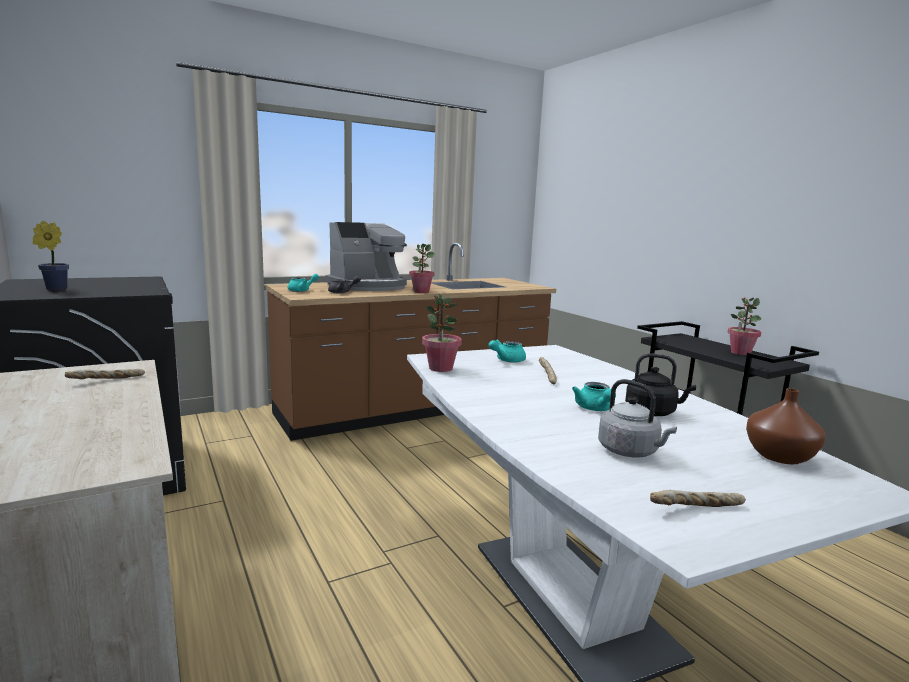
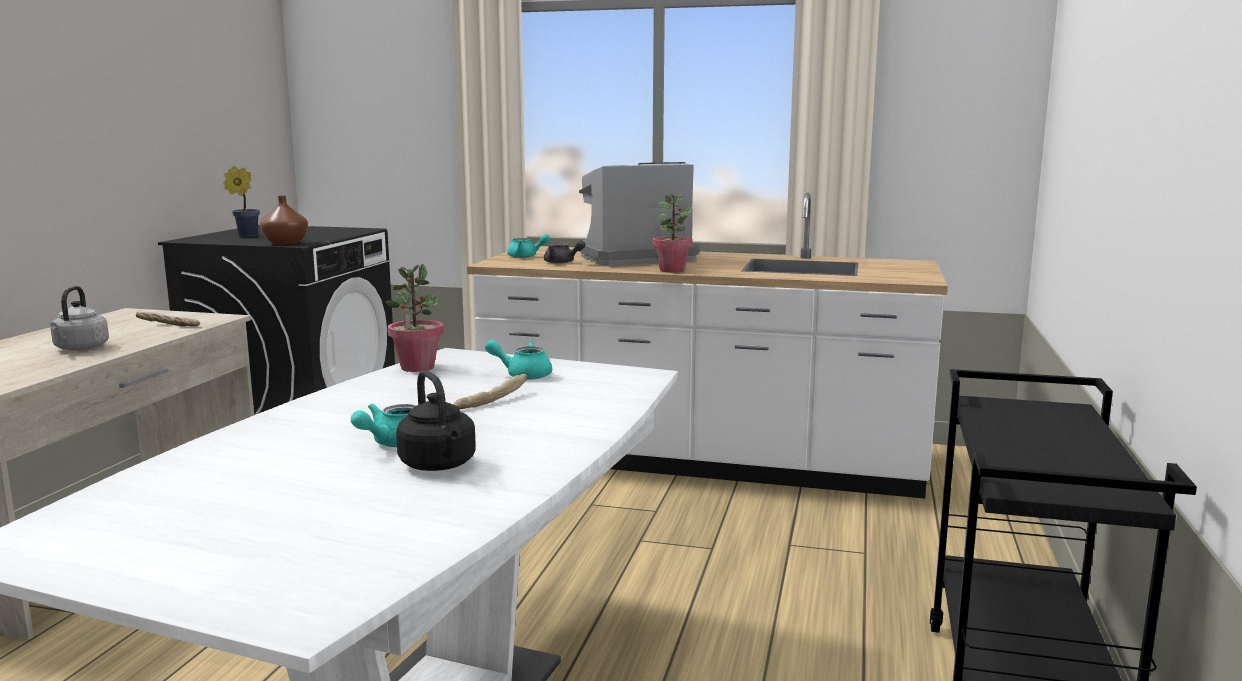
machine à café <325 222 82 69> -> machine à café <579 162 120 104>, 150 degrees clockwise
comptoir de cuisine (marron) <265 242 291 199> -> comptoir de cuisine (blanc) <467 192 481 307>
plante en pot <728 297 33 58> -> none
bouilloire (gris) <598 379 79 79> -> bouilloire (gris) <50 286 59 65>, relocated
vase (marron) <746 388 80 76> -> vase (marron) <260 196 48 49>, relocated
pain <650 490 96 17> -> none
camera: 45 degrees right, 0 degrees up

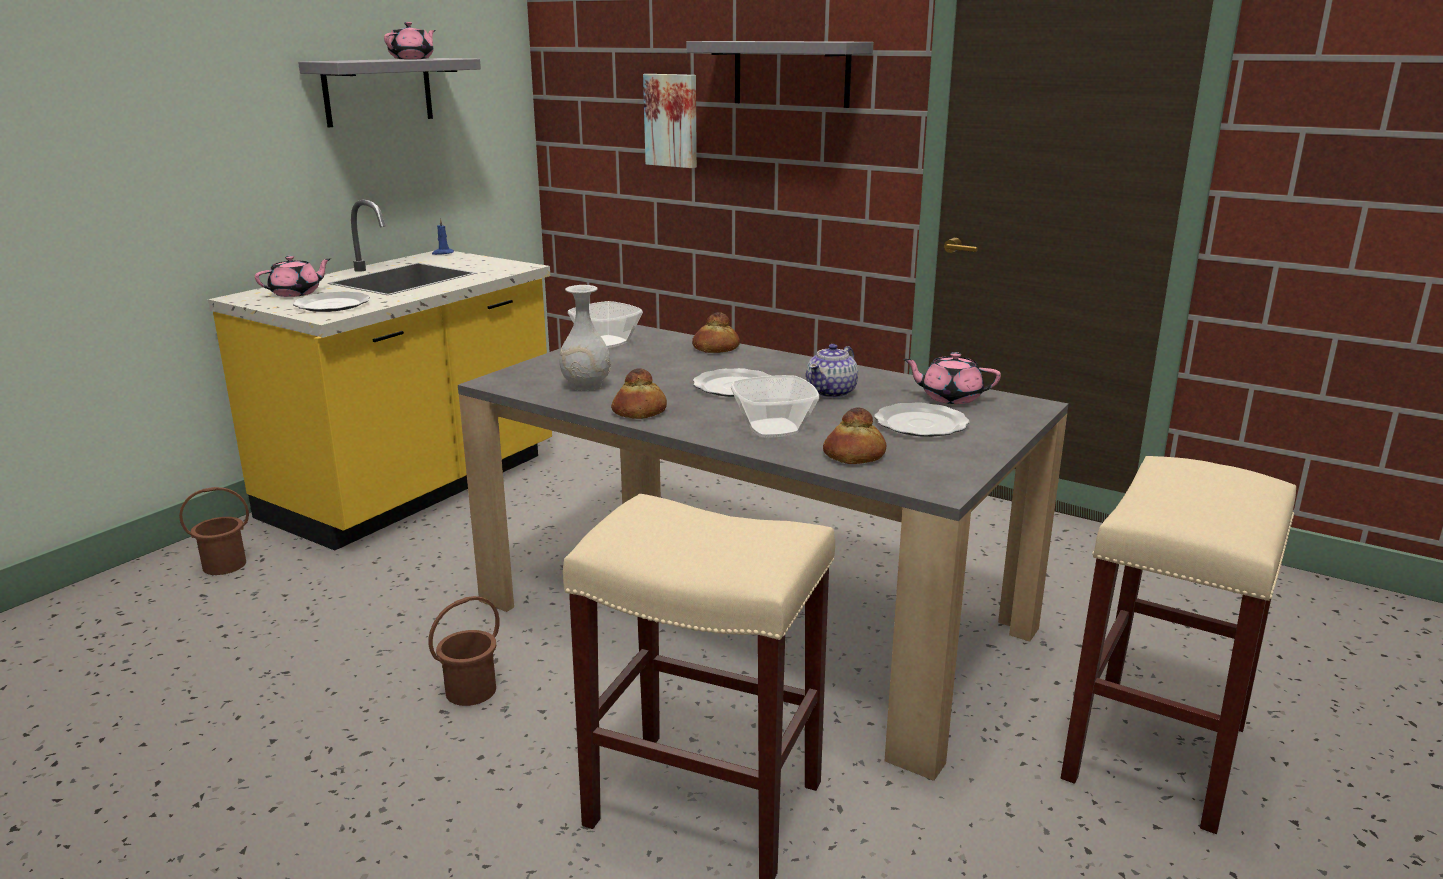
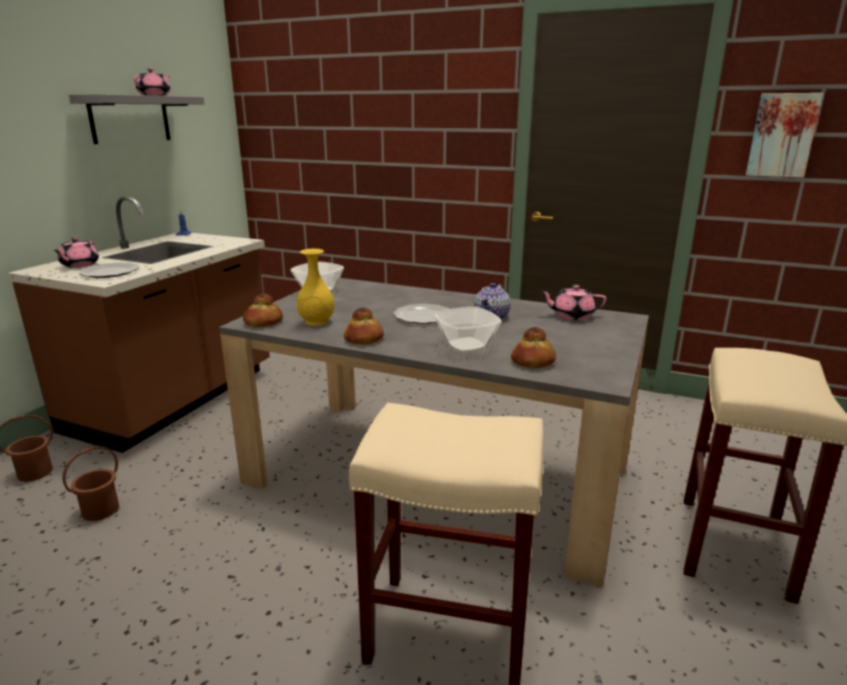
étagère (gris) <686 41 187 67> -> none
tableau <643 74 54 94> -> tableau <746 93 77 85>, relocated
comptoir de cuisine (jaune) <208 199 344 352> -> comptoir de cuisine (marron) <8 196 262 257>
théière (rose) <255 256 76 41> -> théière (rose) <54 237 45 31>, 150 degrees clockwise
vase (blanc) <559 285 52 106> -> vase (jaune) <297 249 38 77>
pain <692 312 48 41> -> pain <243 293 40 34>, relocated
assiette <874 402 96 35> -> none
seau (marron) <428 596 72 110> -> seau (marron) <62 446 57 75>, relocated
camera: 10 degrees left, 0 degrees up

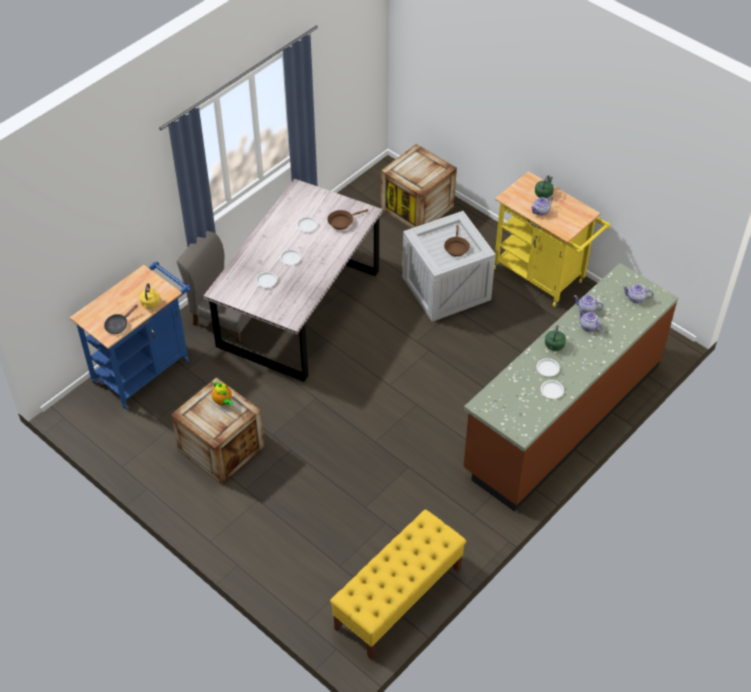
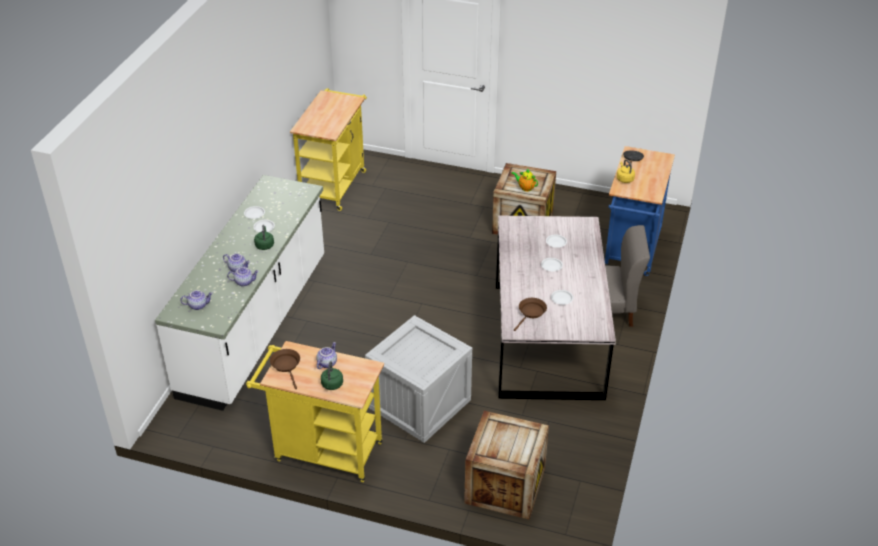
poêle (marron) <444 225 26 32> -> poêle (marron) <270 349 30 40>, relocated
comptoir de cuisine (marron) <464 263 214 249> -> comptoir de cuisine (blanc) <155 175 169 236>
banc (jaune) <330 510 136 150> -> chariot (jaune) <290 88 77 123>
camera: 155 degrees right, 10 degrees down

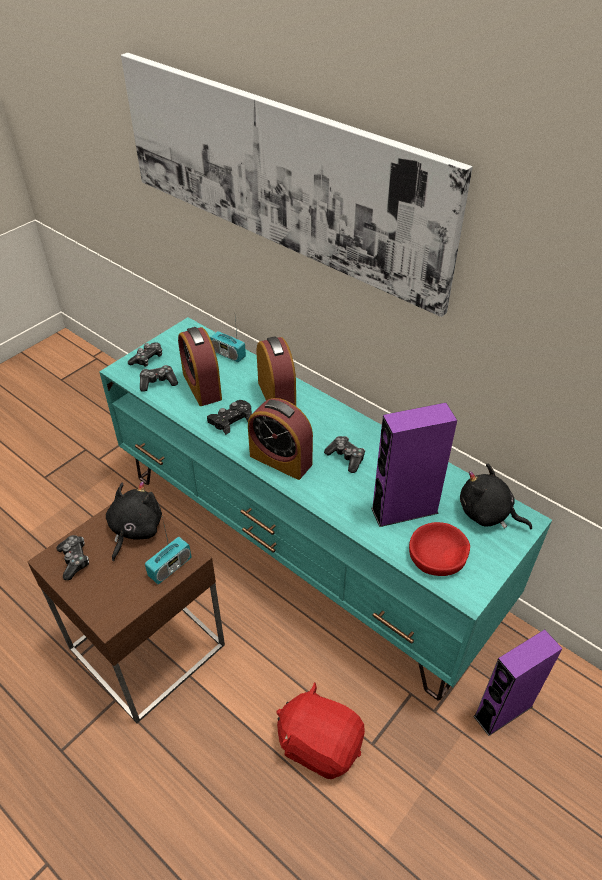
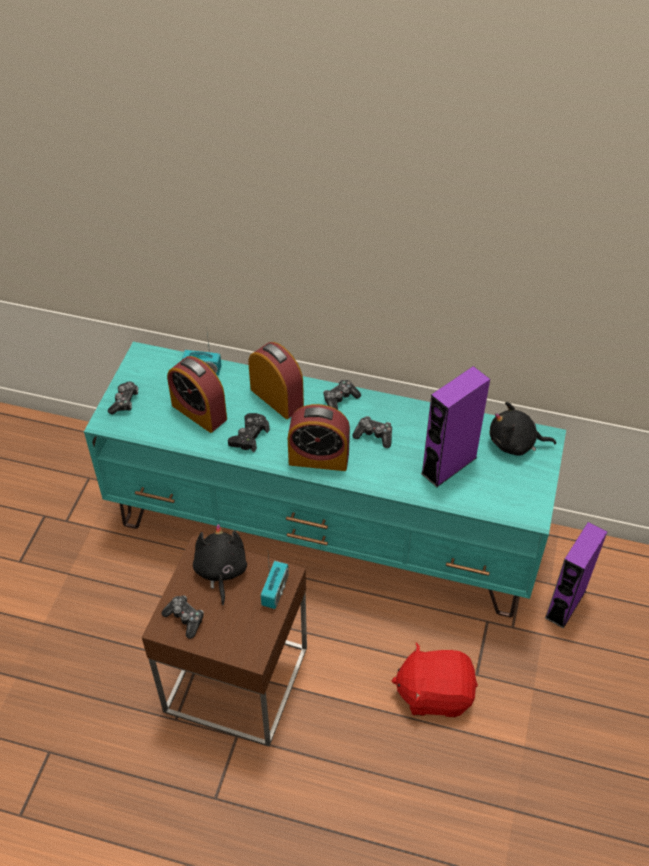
tableau <121 53 352 264> -> none
manette <140 365 38 27> -> manette <323 380 38 30>, relocated
bol (rouge) <409 522 61 54> -> none
camera: 25 degrees left, 5 degrees up

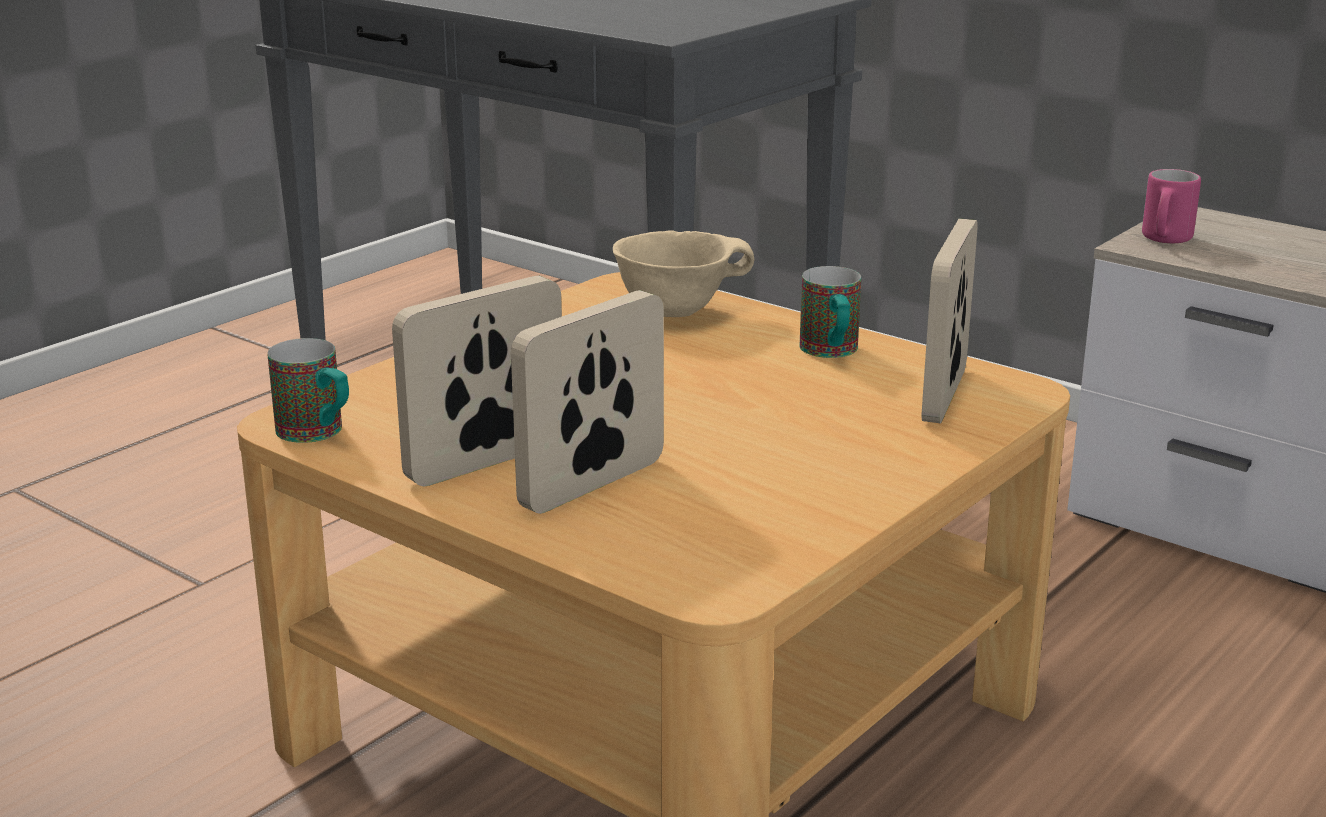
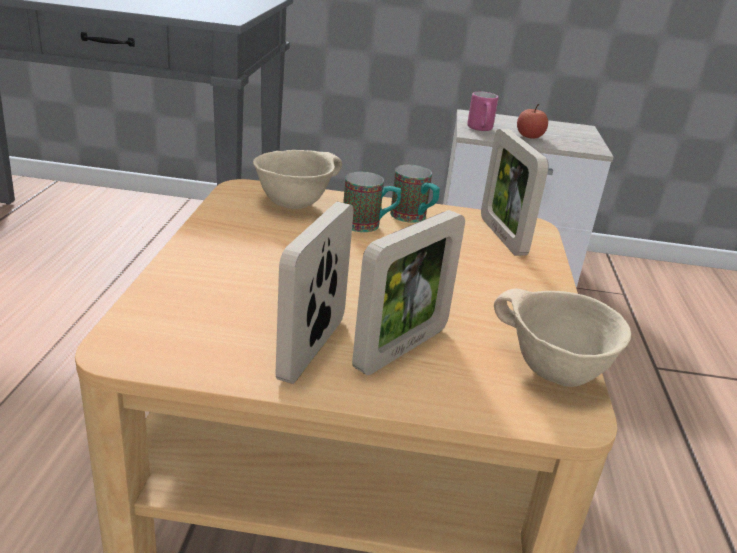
cadre photo <511 290 153 224> -> cadre photo <352 210 113 165>, 150 degrees counterclockwise
mug <268 338 81 105> -> mug <343 172 58 60>, relocated
none -> pomme <517 104 31 34>
none -> bol (beige) <494 289 137 98>
camera: 35 degrees left, 5 degrees up

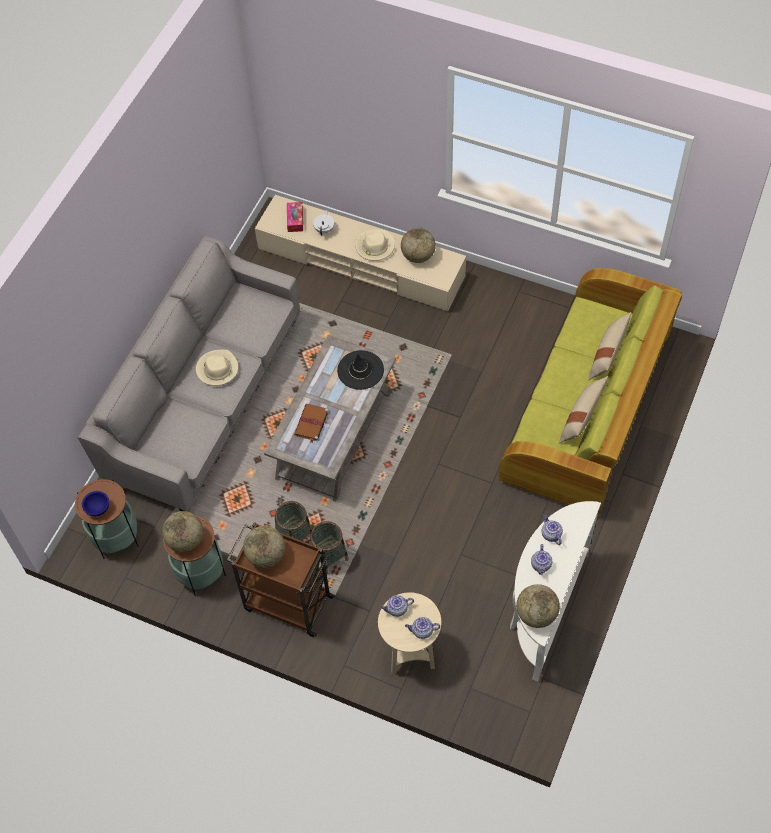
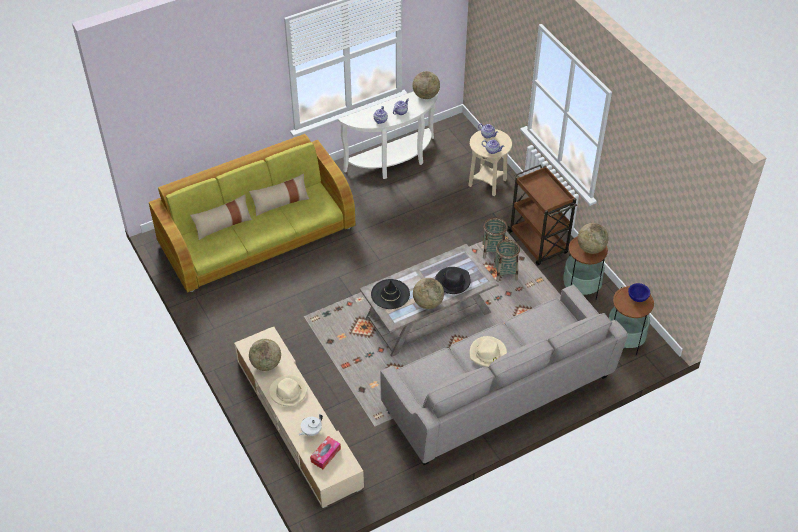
livre (marron) <294 404 35 39> -> chapeau (noir) <435 267 36 27>
globe <243 526 42 42> -> globe <413 278 31 31>, relocated
camera: 145 degrees left, 10 degrees down

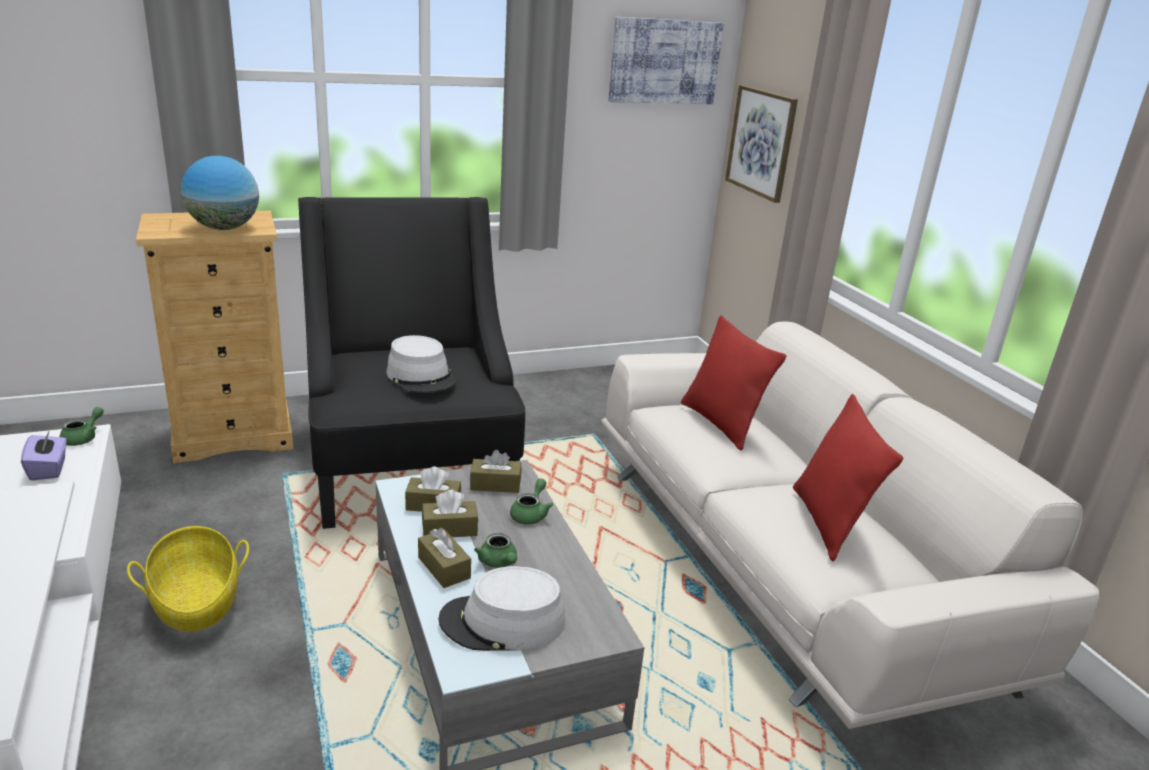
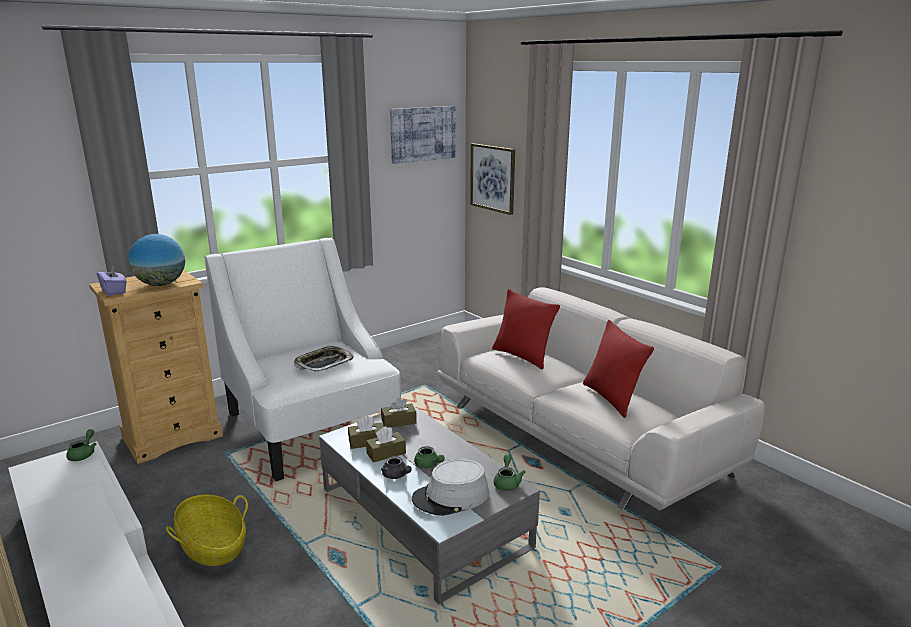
fauteuil (noir) <298 197 227 332> -> fauteuil (blanc) <205 238 196 244>
chapeau (gris) <386 335 70 58> -> plateau <294 345 60 27>
boîte à mouchoirs (violet) <21 430 46 51> -> boîte à mouchoirs (violet) <97 264 30 32>, relocated
théière (vert) <510 478 43 47> -> théière (vert) <494 455 31 36>, relocated
boîte à mouchoirs (marron) <418 528 53 60> -> théière (gris) <381 456 31 23>
camera: 15 degrees left, 5 degrees down

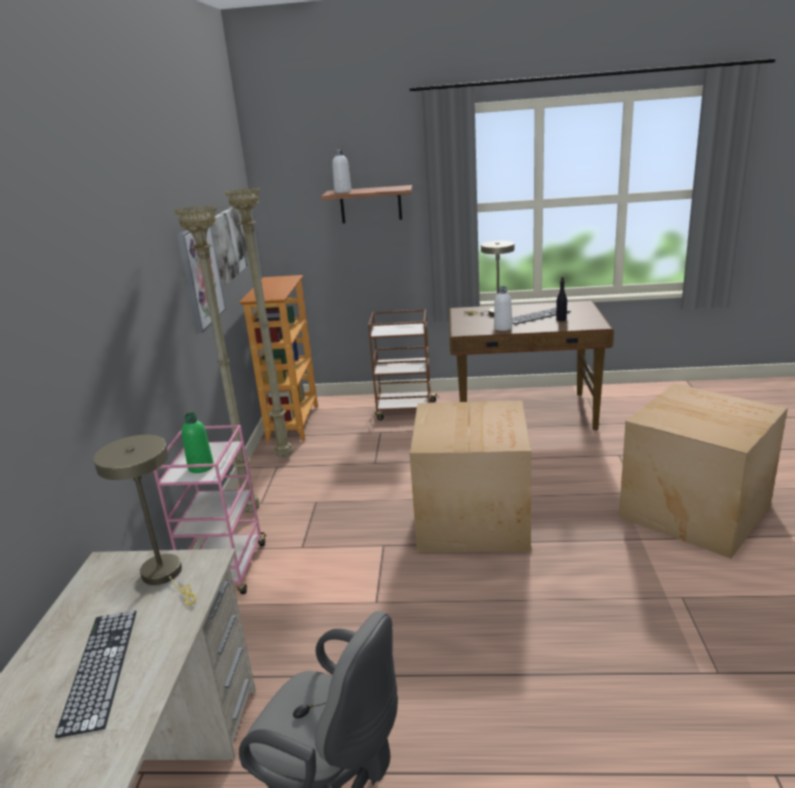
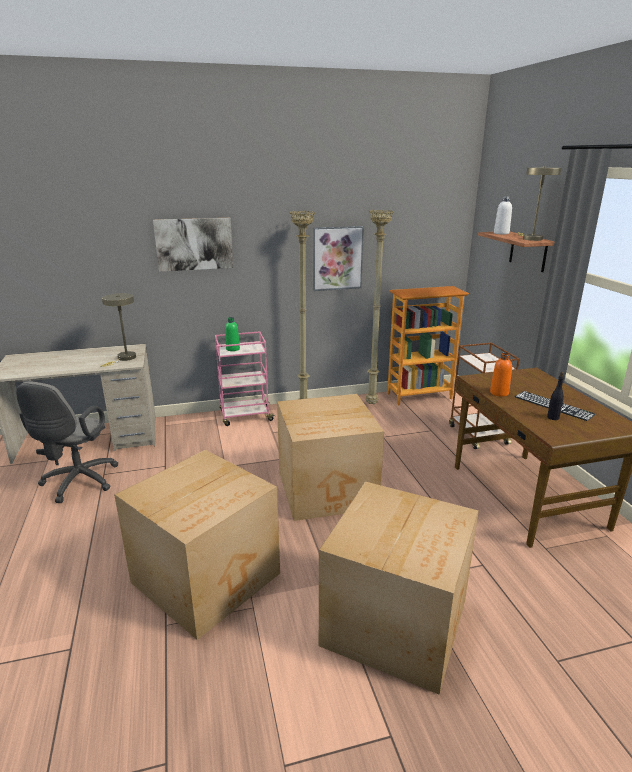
tableau <211 207 39 78> -> tableau <153 218 80 54>, relocated
lampe de table (beige) <463 241 51 75> -> lampe de table (beige) <518 166 43 75>, relocated
bouteille (blanc) <494 286 18 45> -> bouteille (orange) <490 352 22 45>
clavier <55 610 82 128> -> none
none -> carton <114 450 166 190>
camera: 70 degrees right, 0 degrees up

